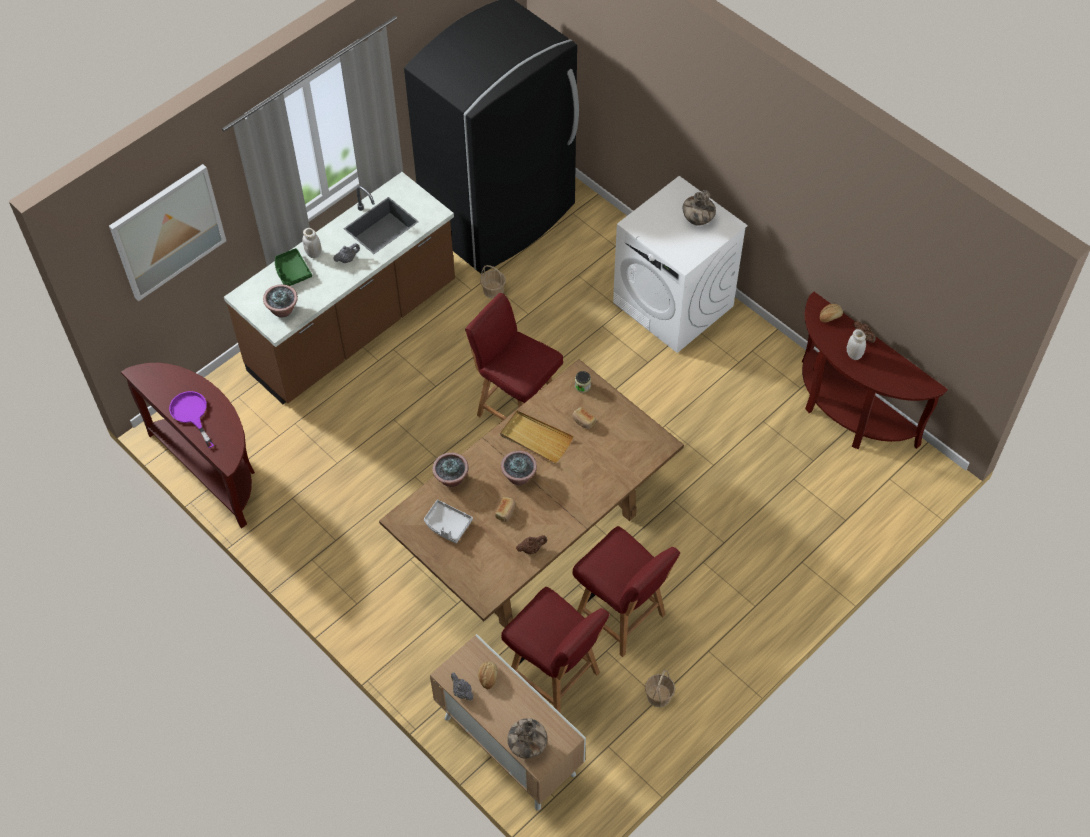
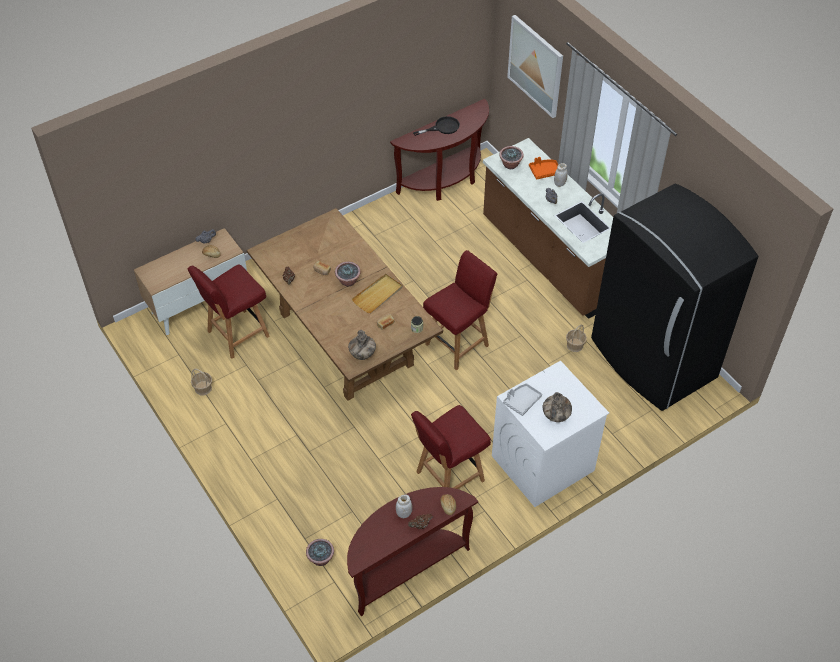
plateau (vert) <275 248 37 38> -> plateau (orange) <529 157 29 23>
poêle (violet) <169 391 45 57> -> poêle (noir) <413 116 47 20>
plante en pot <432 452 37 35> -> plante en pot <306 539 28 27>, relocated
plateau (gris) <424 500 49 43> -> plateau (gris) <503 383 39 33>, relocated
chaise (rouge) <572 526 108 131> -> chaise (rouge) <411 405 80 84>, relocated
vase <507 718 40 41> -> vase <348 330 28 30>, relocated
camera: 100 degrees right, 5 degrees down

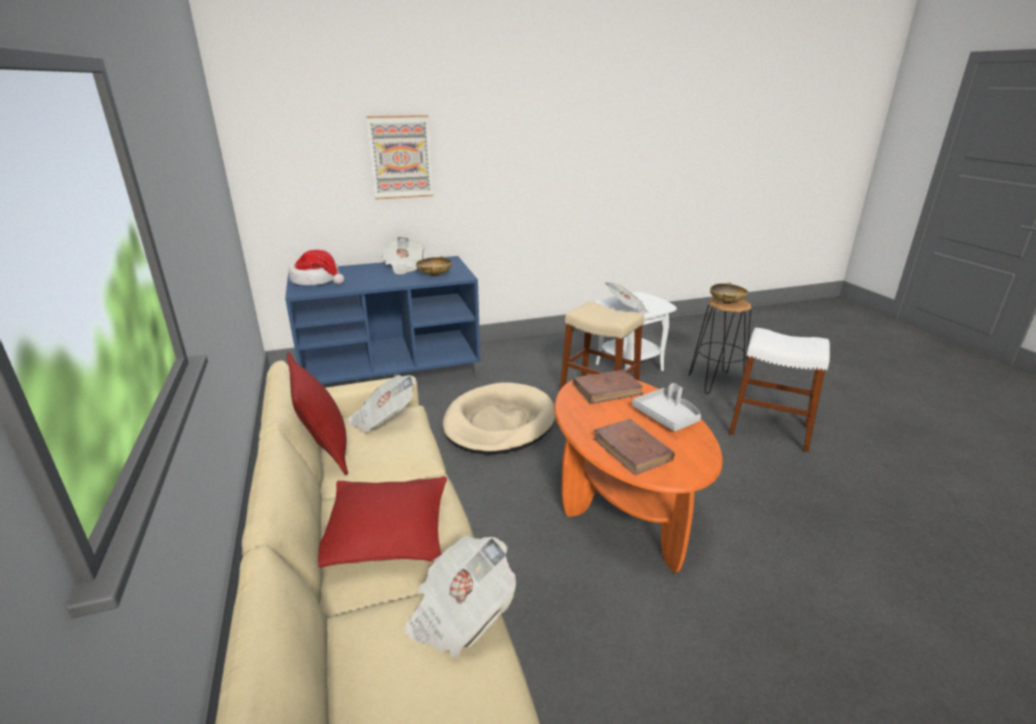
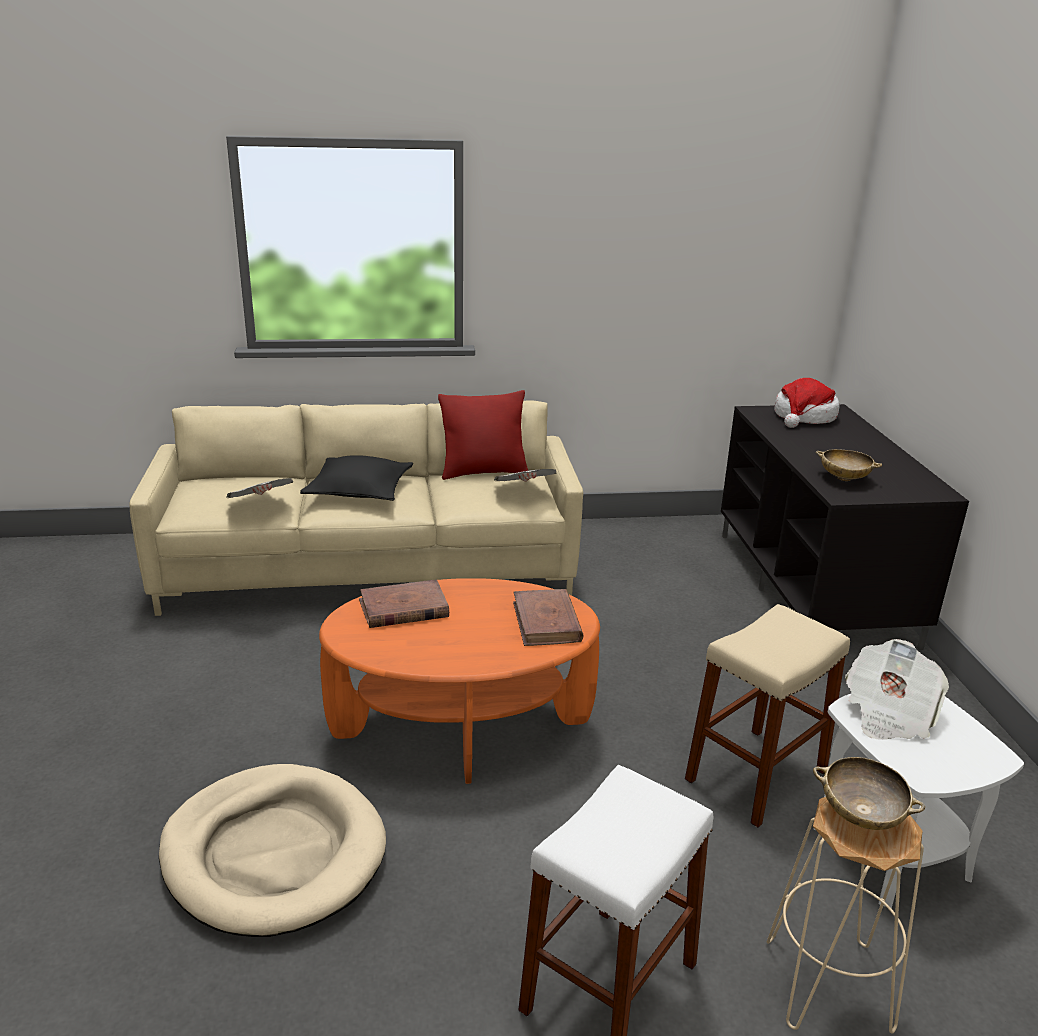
tableau <367 115 66 85> -> none
journal <381 236 44 38> -> none
meuble télé (bleu) <285 256 196 128> -> meuble télé (noir) <721 404 248 246>
tabouret (noir) <689 298 63 96> -> tabouret (beige) <767 797 157 237>
panier pour chien (beige) <442 382 113 72> -> panier pour chien (beige) <159 764 227 173>, relocated
plateau (gris) <632 383 69 48> -> none
coussin (rouge) <318 476 129 92> -> coussin (noir) <300 455 113 46>
camera: 100 degrees right, 0 degrees up

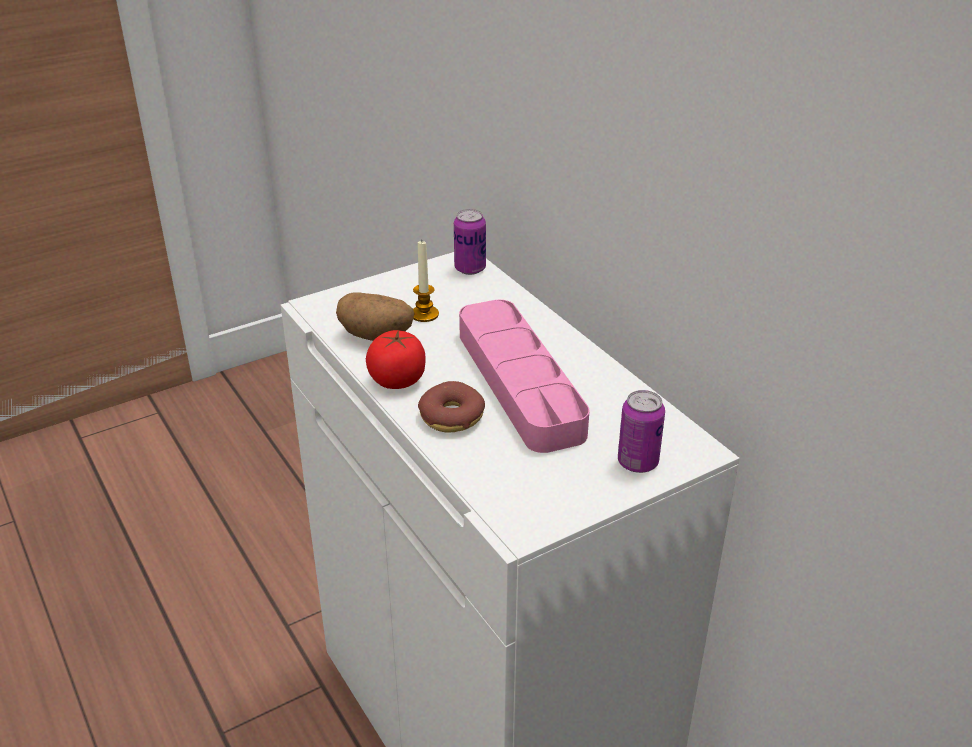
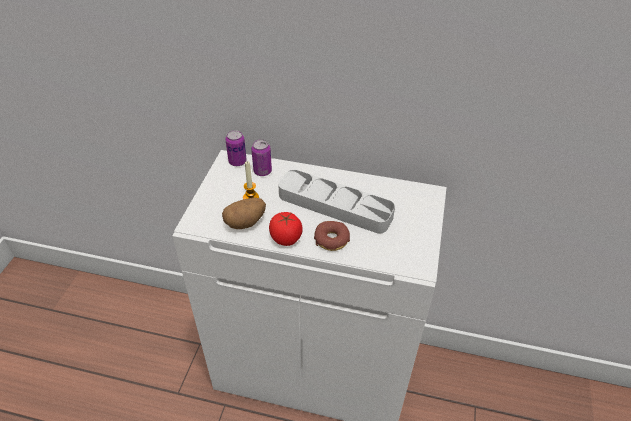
plateau (rose) <459 300 130 153> -> plateau (gris) <278 169 117 65>
boîte métallique <618 390 47 83> -> boîte métallique <251 139 21 37>, relocated
camera: 45 degrees left, 10 degrees up

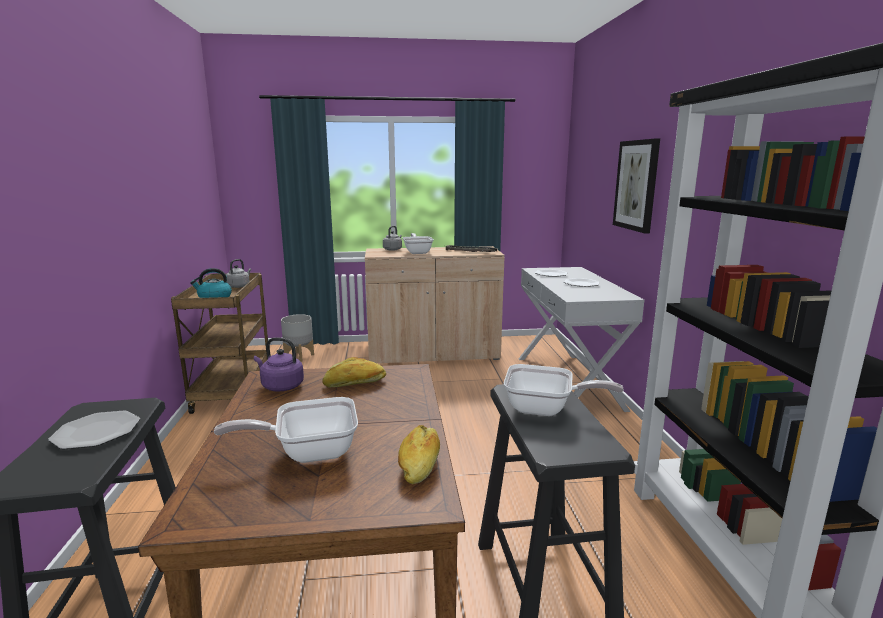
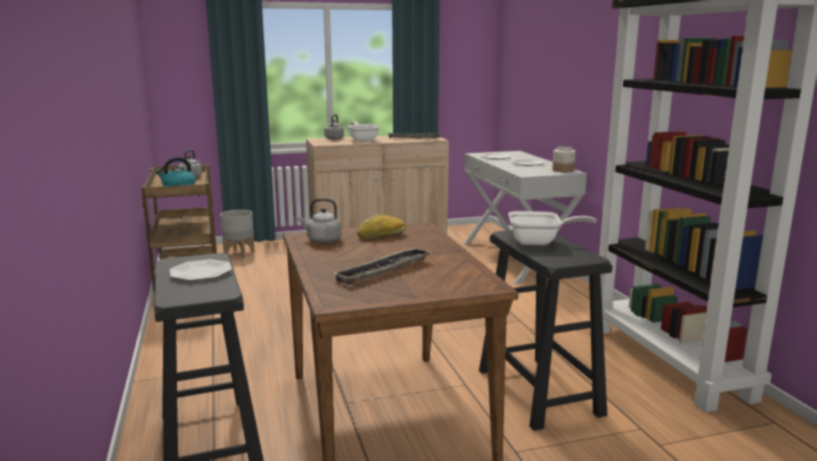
tableau <613 139 47 95> -> none
bouilloire (violet) <254 337 50 55> -> bouilloire (gris) <298 198 43 45>
poêle <214 397 144 66> -> plateau <334 247 98 38>
pain <398 425 42 59> -> none
none -> bocal <552 146 24 26>
camera: 10 degrees left, 0 degrees up

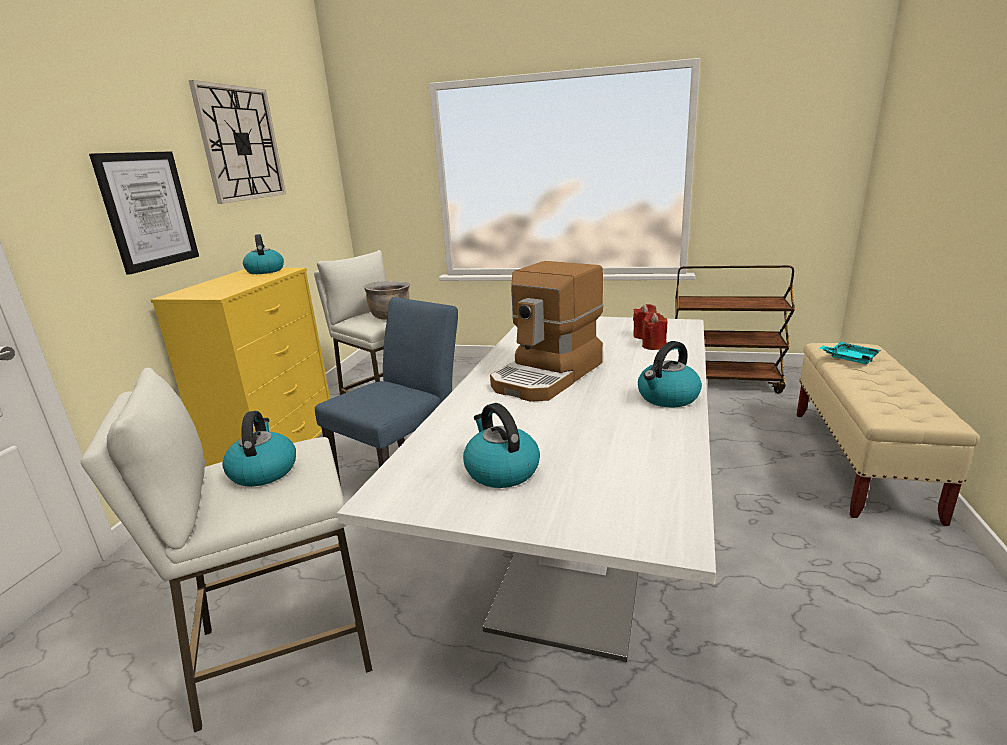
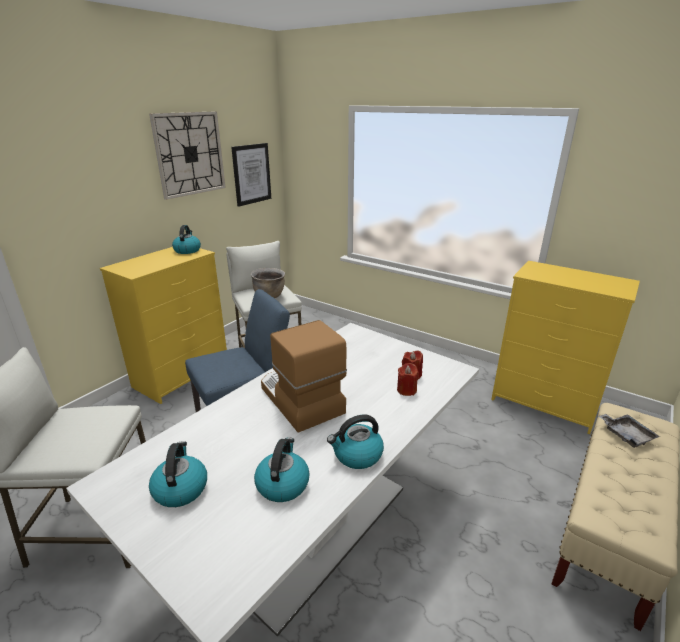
tableau <89 151 110 124> -> tableau <231 143 40 63>, relocated
machine à café <490 261 114 141> -> machine à café <261 320 86 113>, 90 degrees clockwise
chariot (marron) <675 265 120 128> -> commode (jaune) <491 261 149 173>
plateau (turquoise) <819 342 62 22> -> plateau (gris) <599 414 61 34>
bouilloire <223 411 73 76> -> bouilloire <254 438 56 64>, relocated
camera: 20 degrees right, 5 degrees up

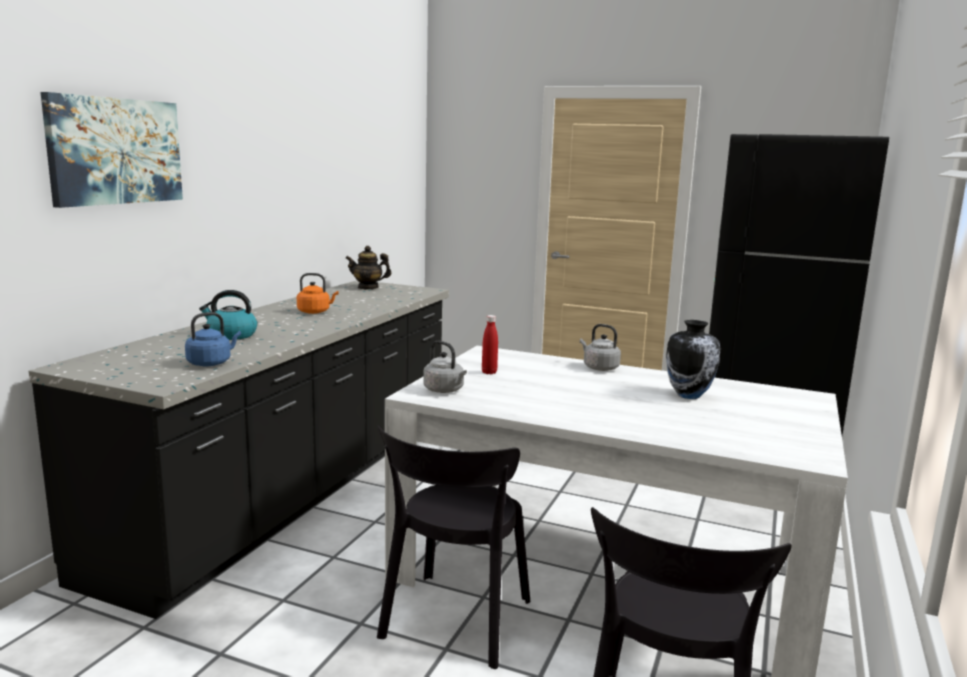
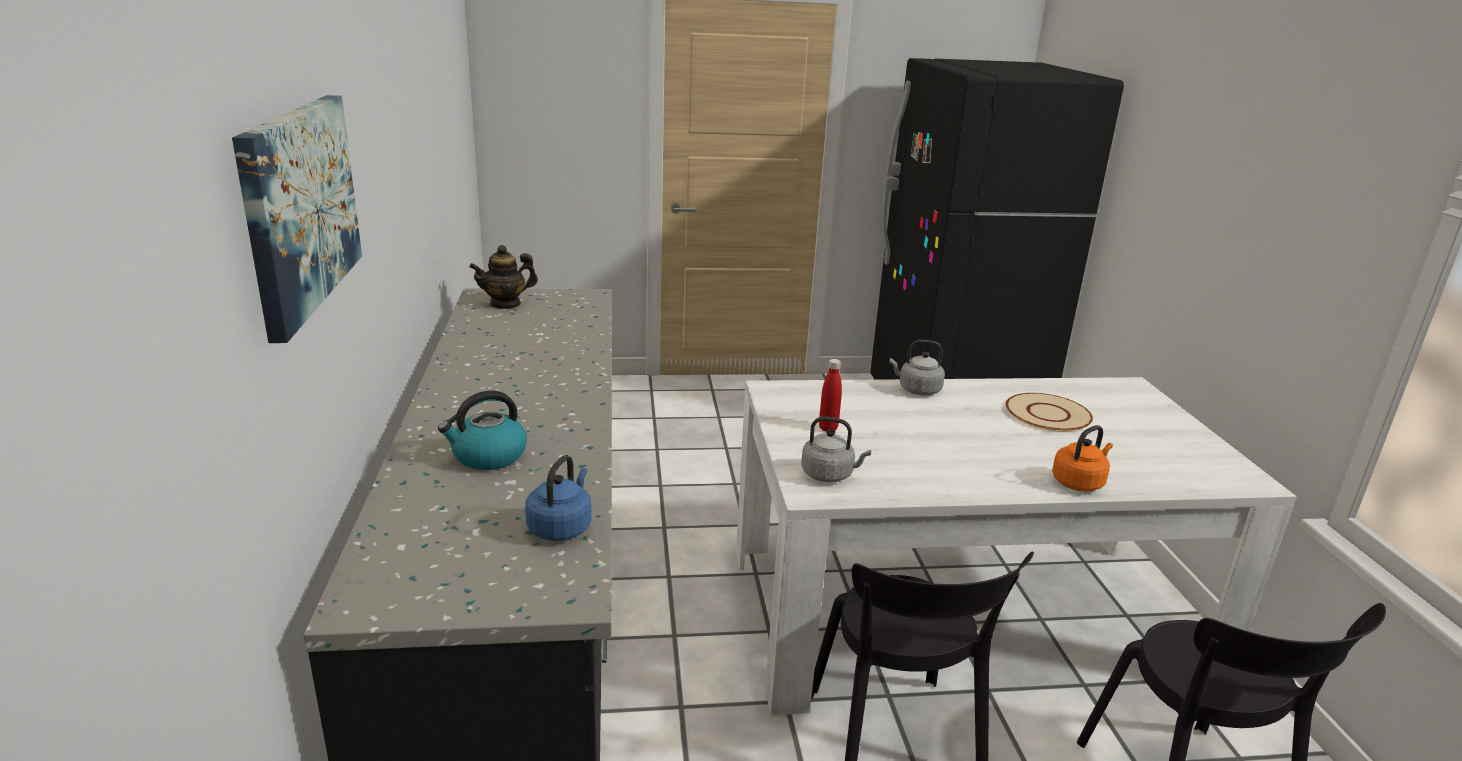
bouilloire (orange) <297 273 41 41> -> bouilloire (orange) <1052 425 61 67>, relocated
vase <666 320 54 79> -> assiette (beige) <1006 393 87 39>
camera: 30 degrees left, 10 degrees up

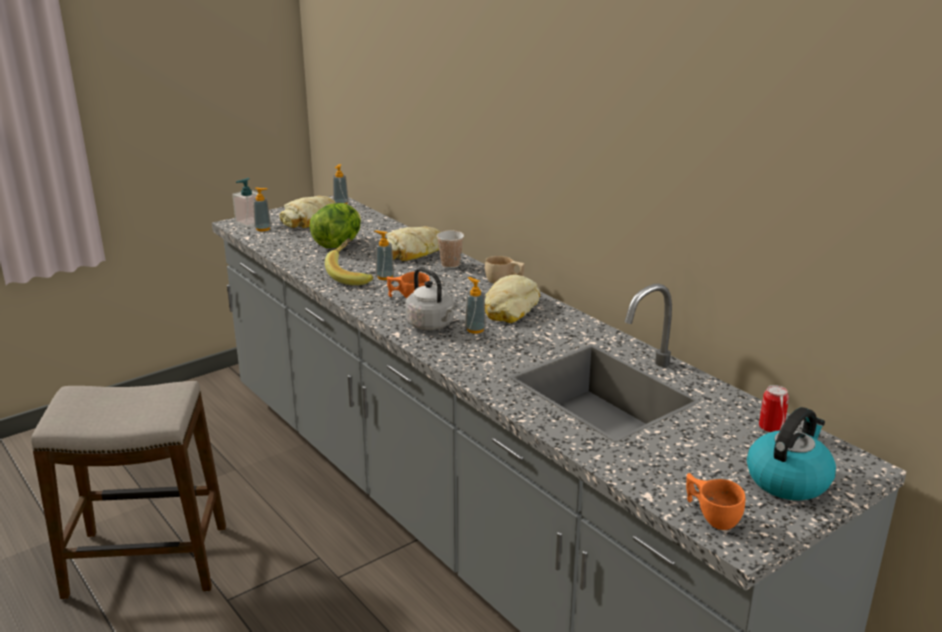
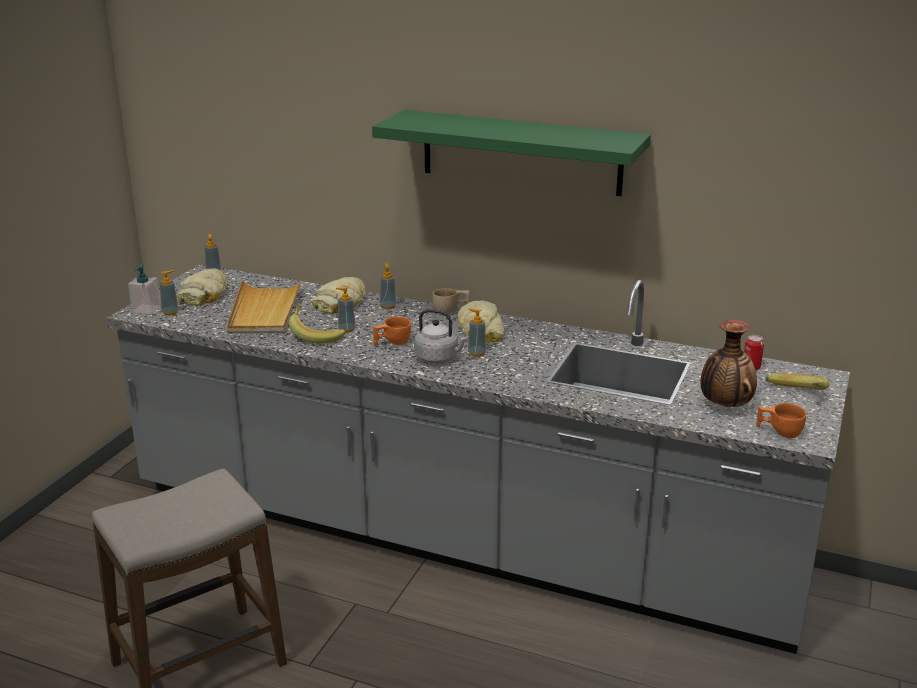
laitue <310 203 51 45> -> plateau (beige) <227 280 75 53>
tasse <437 231 27 37> -> distributeur de savon <380 263 17 46>
bouilloire <747 407 89 93> -> banane <765 373 64 17>
none -> étagère (vert) <372 110 279 86>
none -> vase <701 320 56 87>
camera: 30 degrees left, 0 degrees up

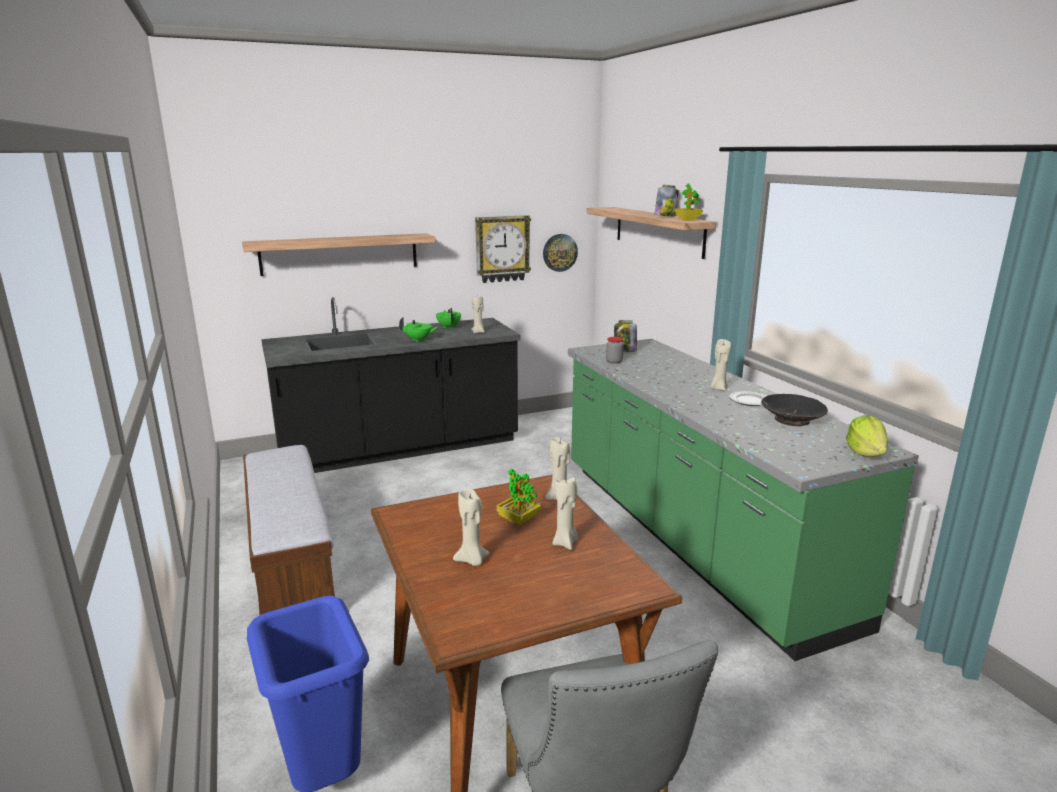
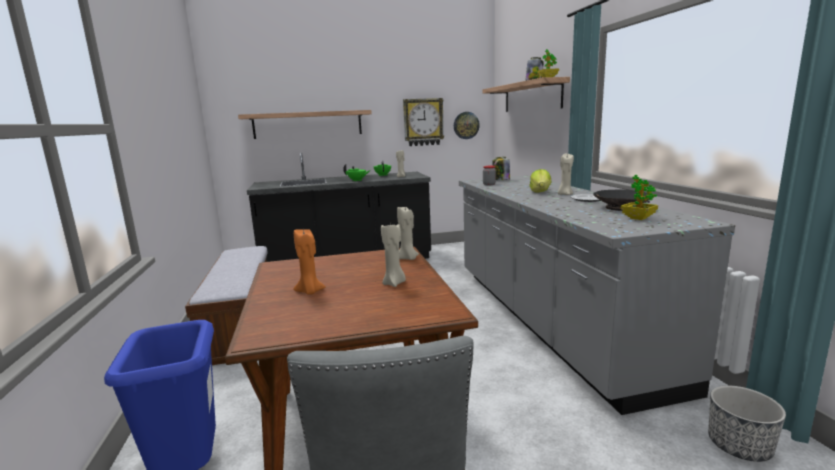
comptoir de cuisine (vert) <568 339 351 322> -> comptoir de cuisine (gris) <459 175 276 240>
laitue <846 415 42 42> -> laitue <529 169 22 24>, relocated
plante en pot <497 469 45 56> -> plante en pot <621 175 37 45>, relocated
bougie (beige) <453 490 36 76> -> bougie (orange) <294 228 32 67>
none -> cache-pot <708 385 78 77>
camera: 10 degrees right, 5 degrees down

